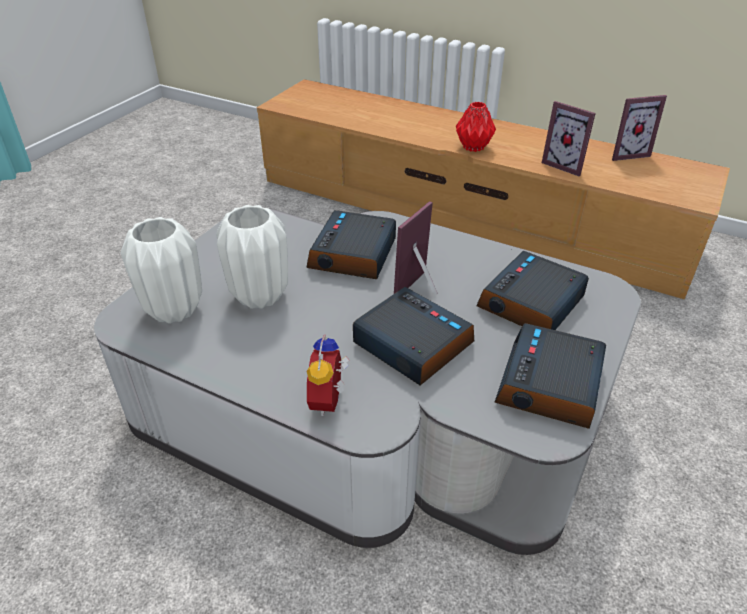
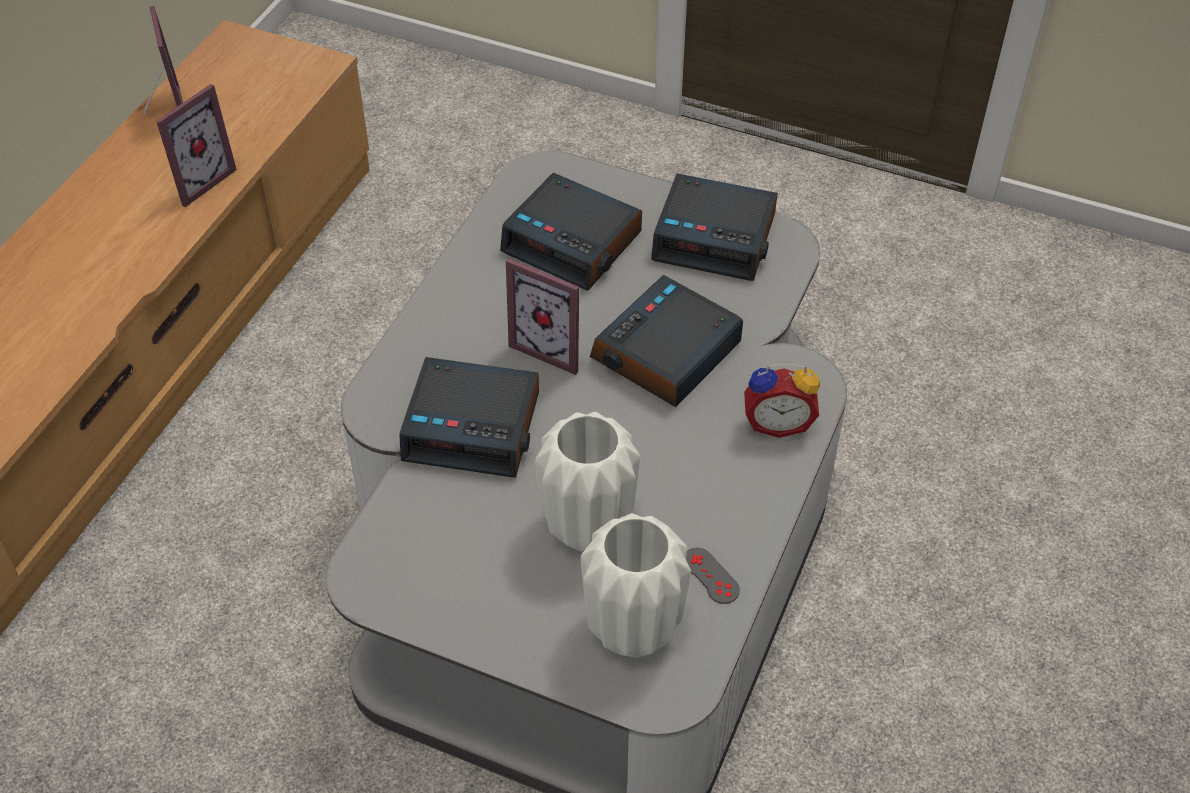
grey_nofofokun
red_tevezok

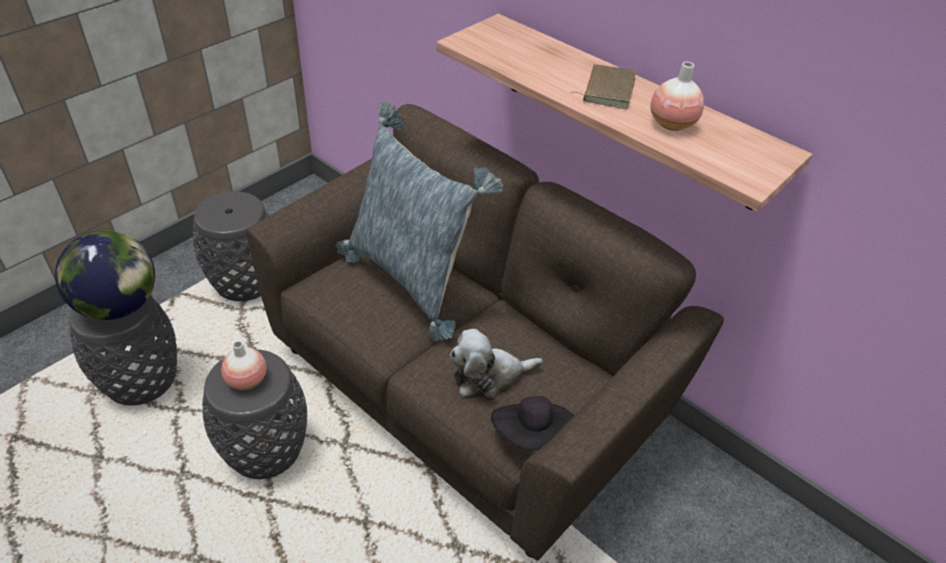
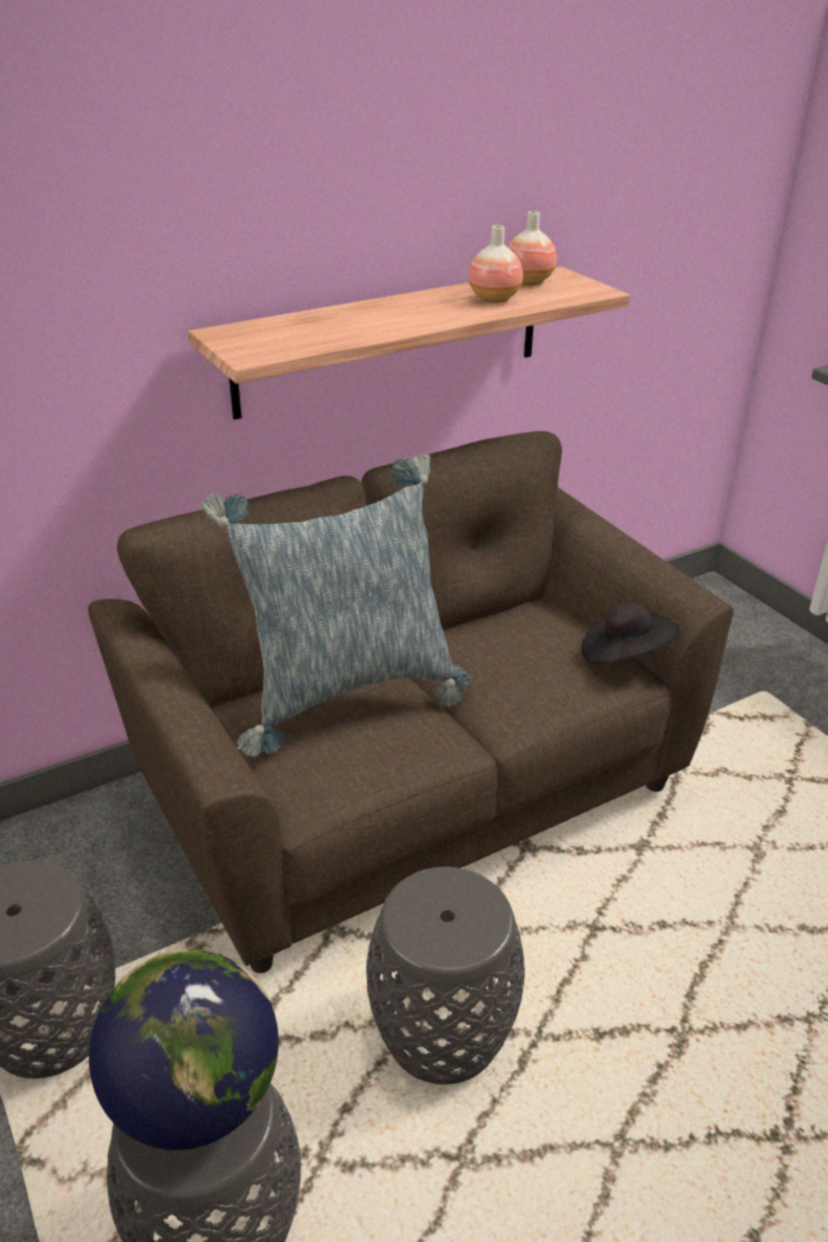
tevezok (2nd from left)
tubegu
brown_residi

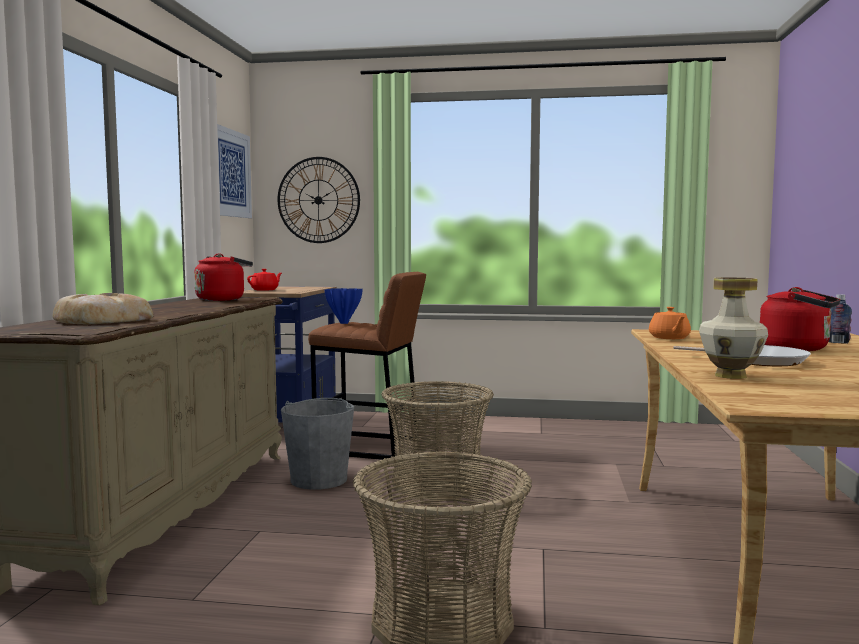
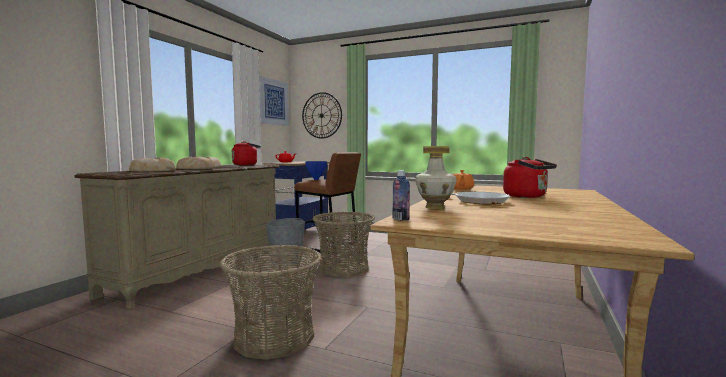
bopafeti (2nd from left)
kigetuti

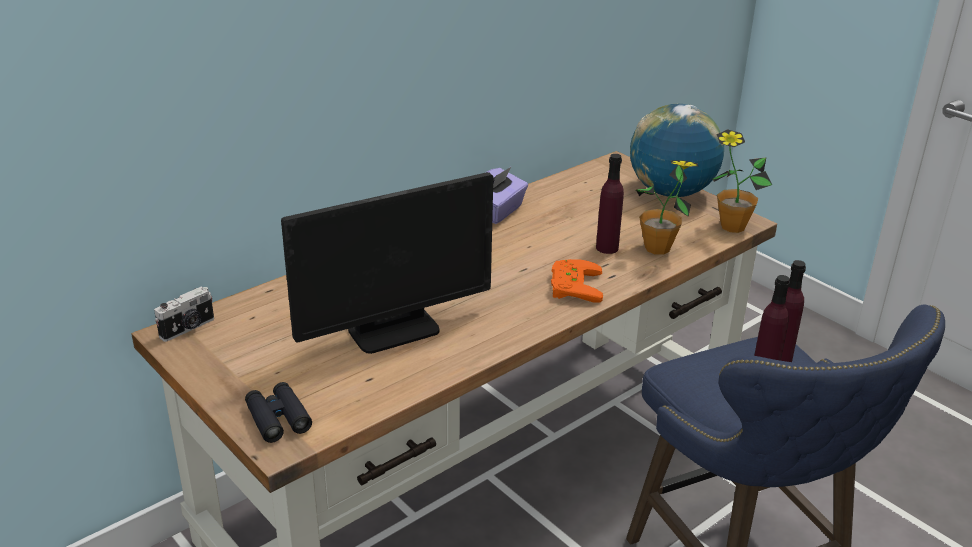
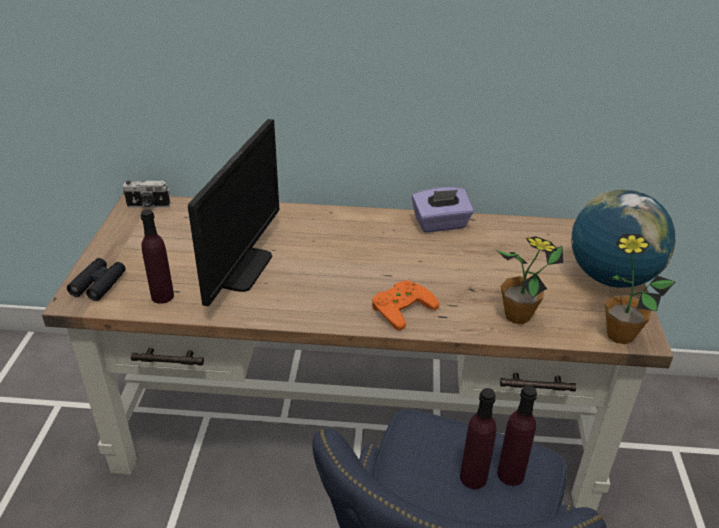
purple_kigetuti (1st from left)
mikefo

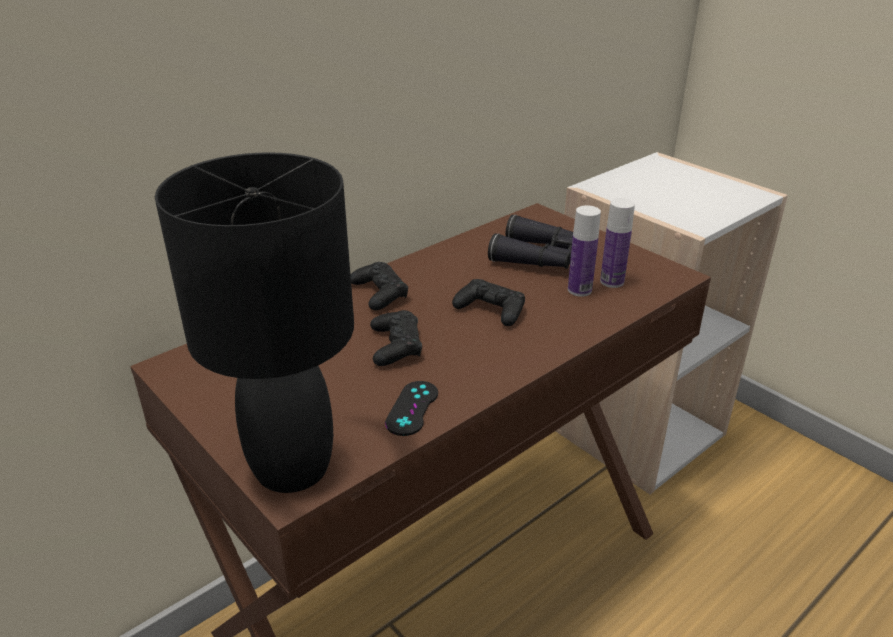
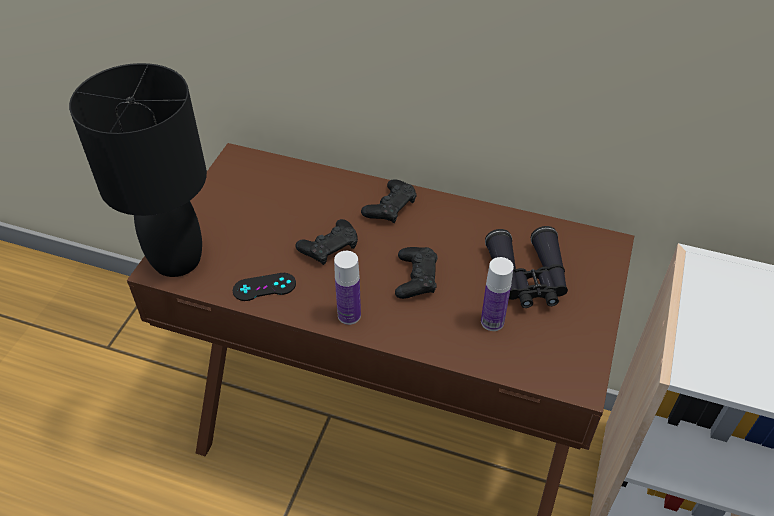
kigetuti (1st from left)

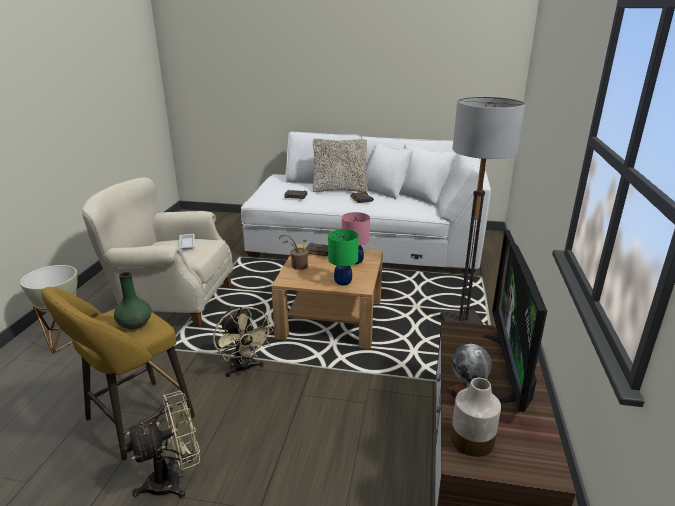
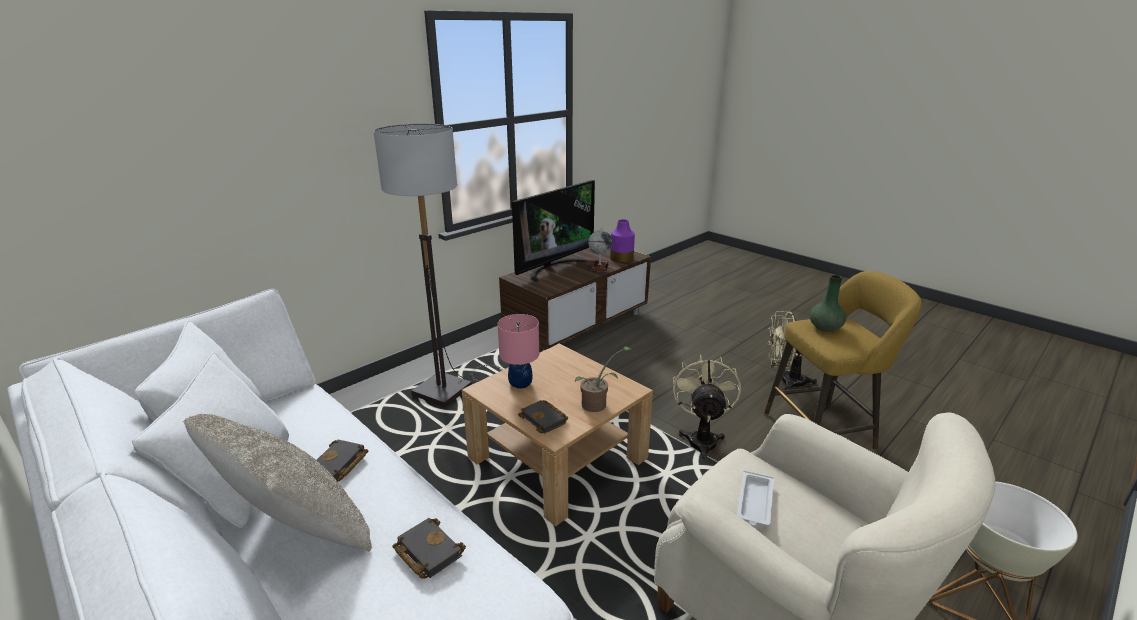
purple_tevezok
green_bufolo

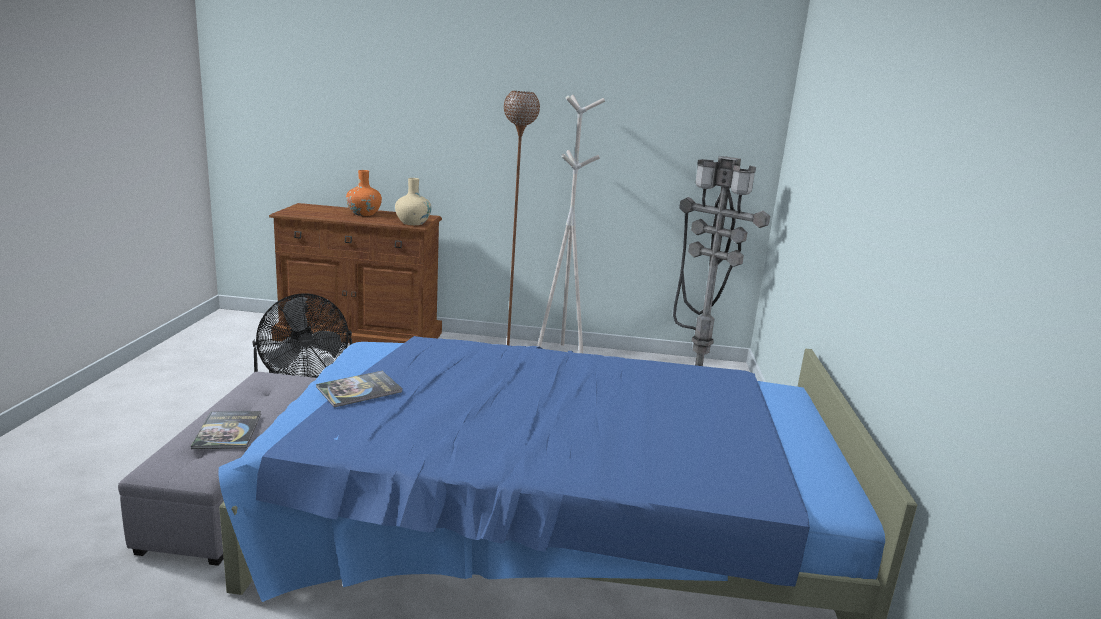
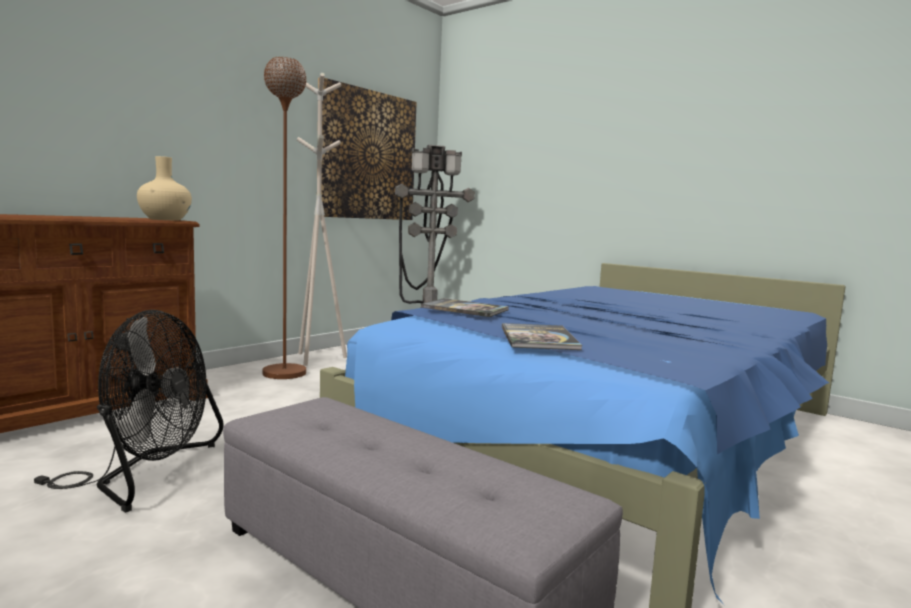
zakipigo
residi (1st from left)
orange_tevezok

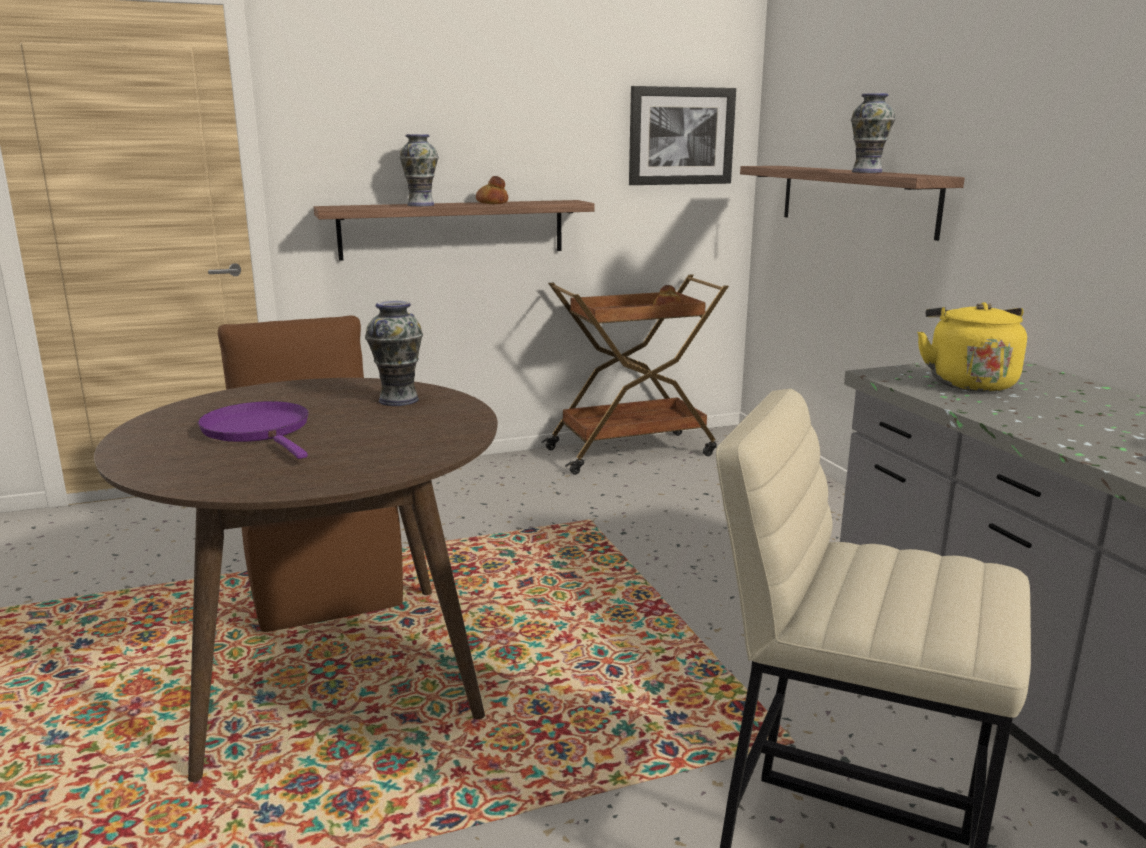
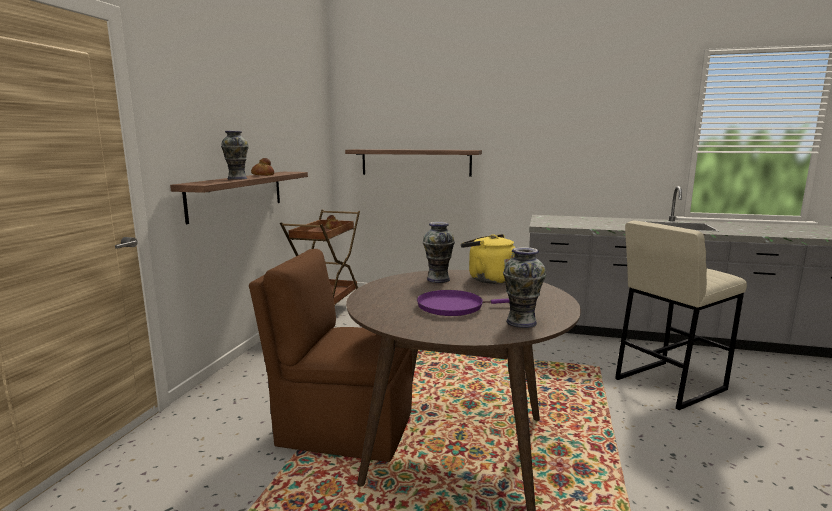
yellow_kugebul
tevezok (3rd from left)
zakipigo

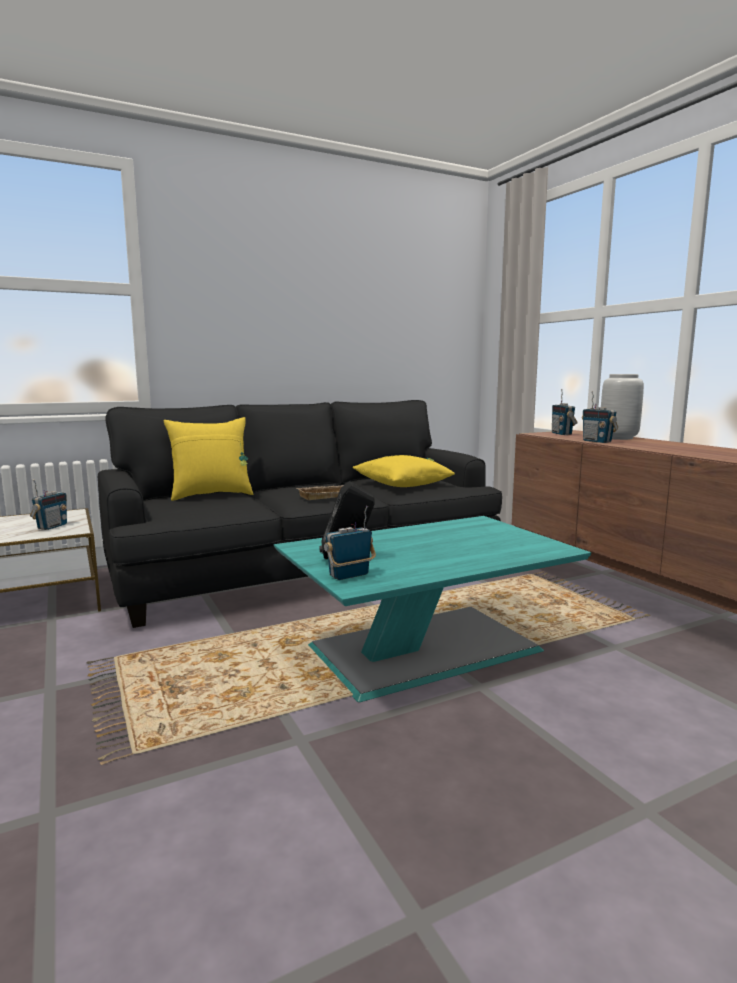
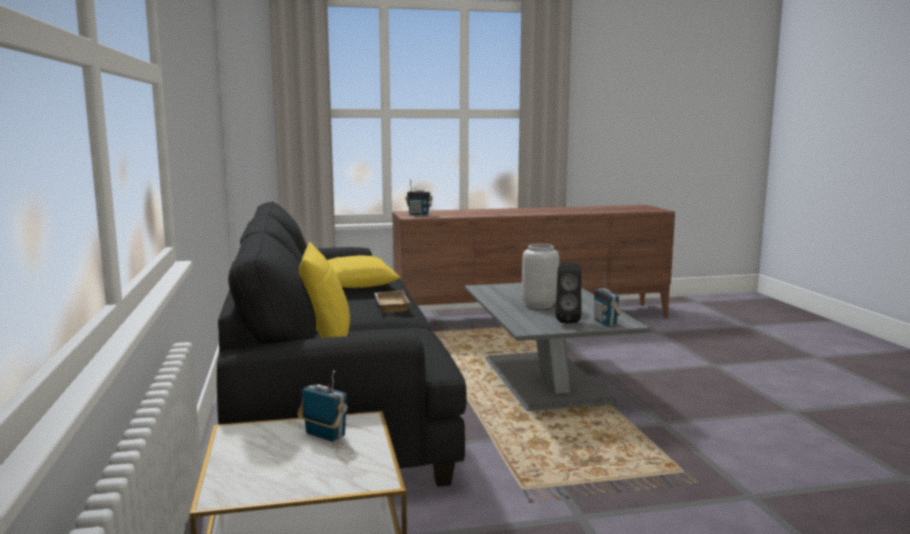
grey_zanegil
grey_tevezok
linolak (4th from left in the first image)

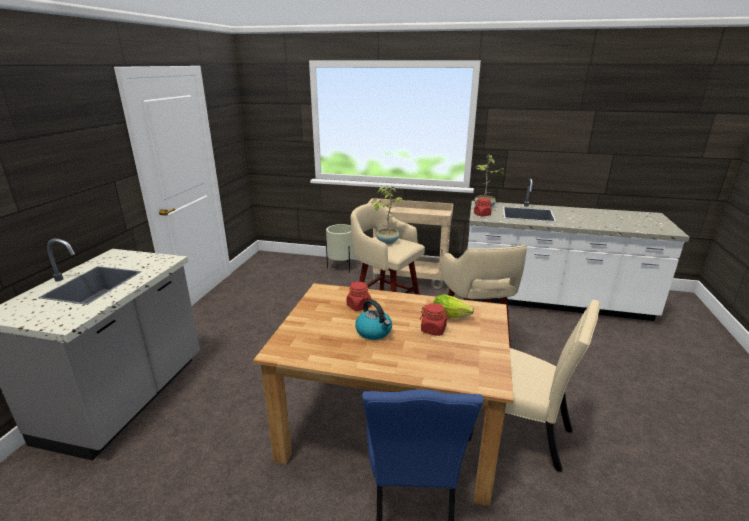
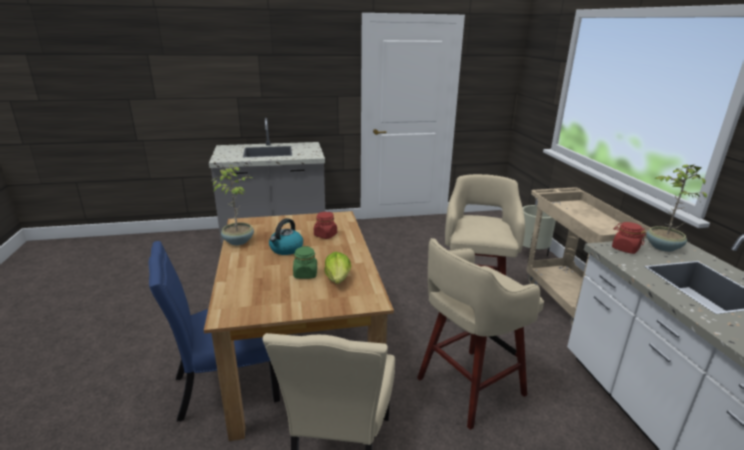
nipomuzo (1st from left)
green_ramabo

